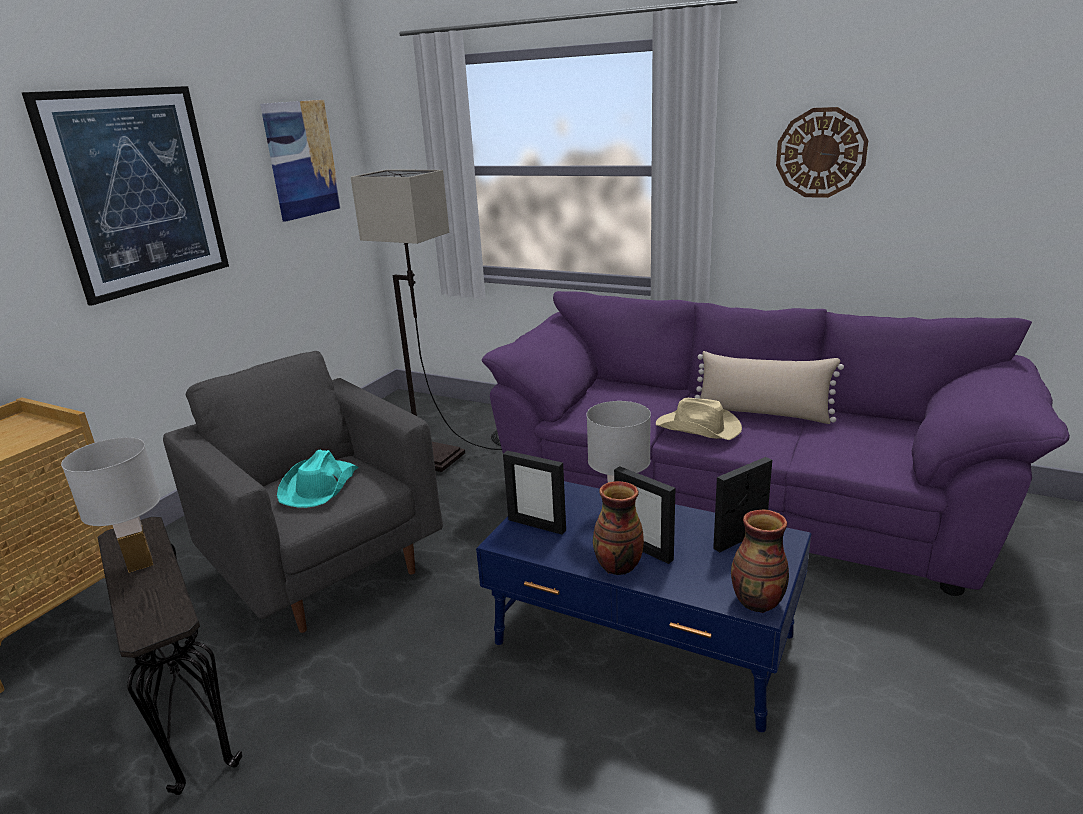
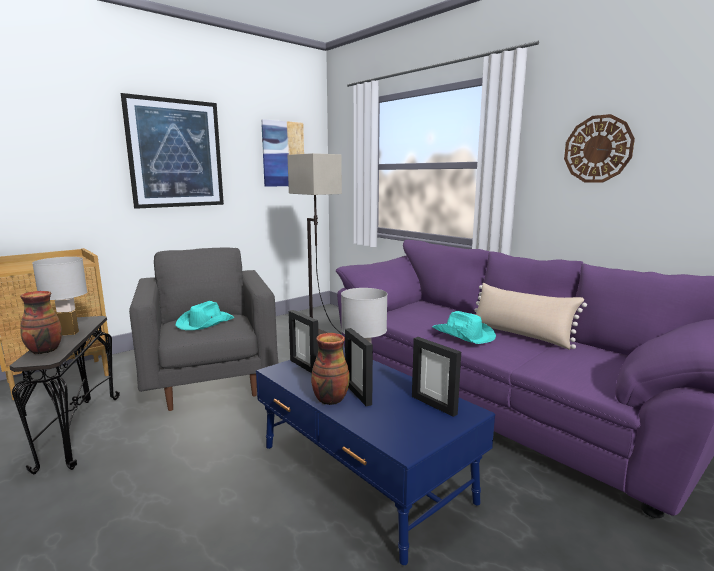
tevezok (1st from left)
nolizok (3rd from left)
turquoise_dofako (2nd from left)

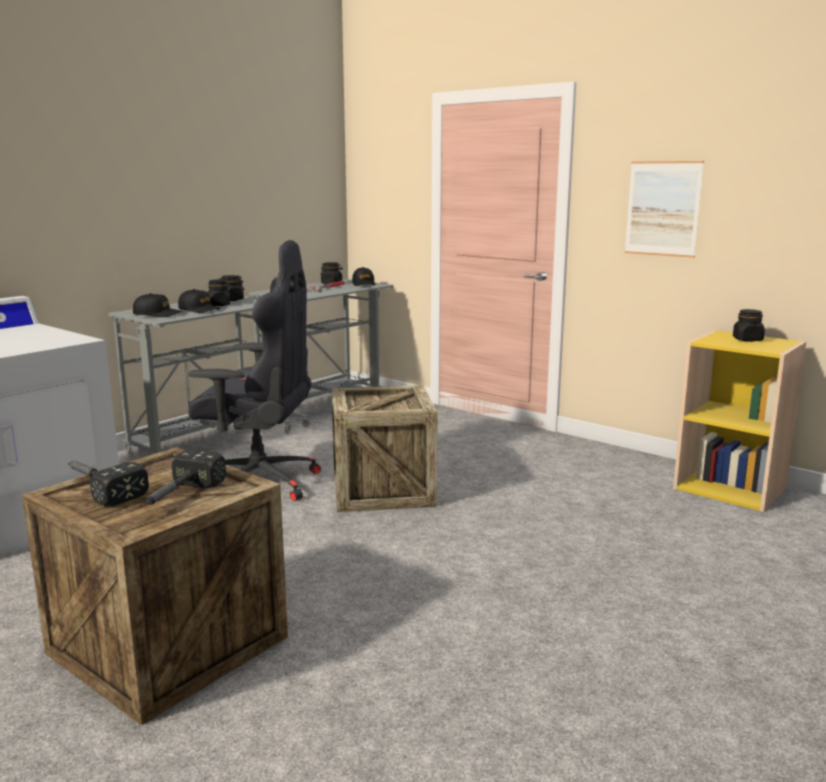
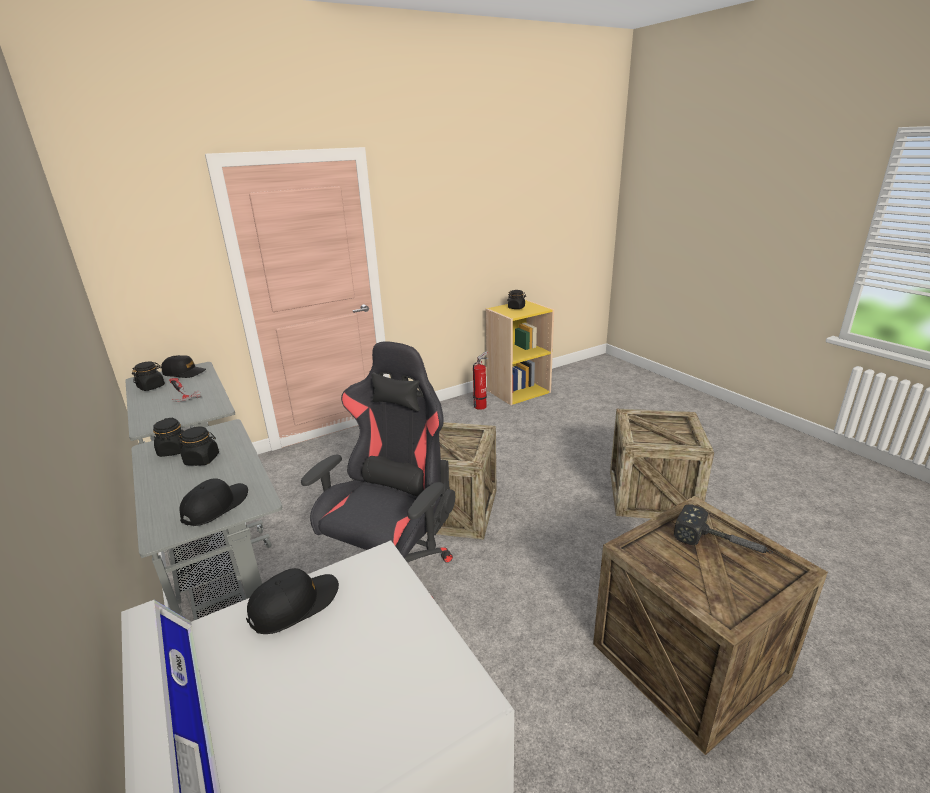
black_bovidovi (3rd from left)
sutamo
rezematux (2nd from left)
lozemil (1st from left in the first image)
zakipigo

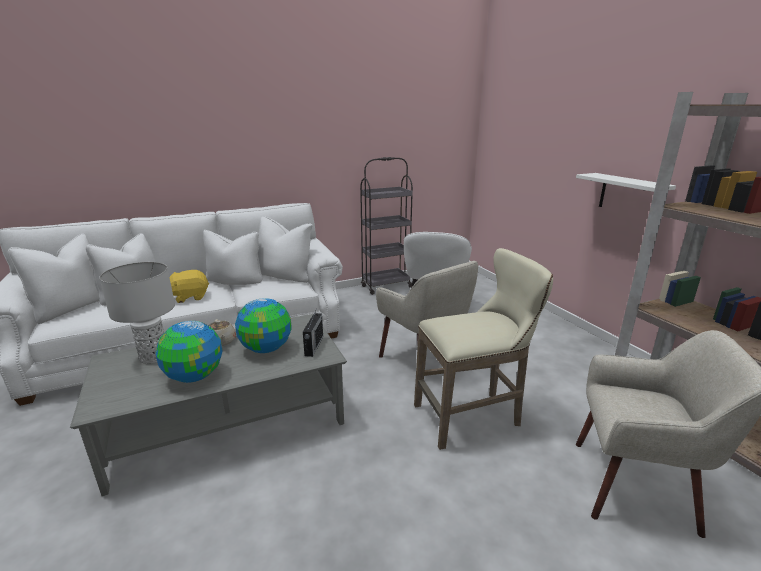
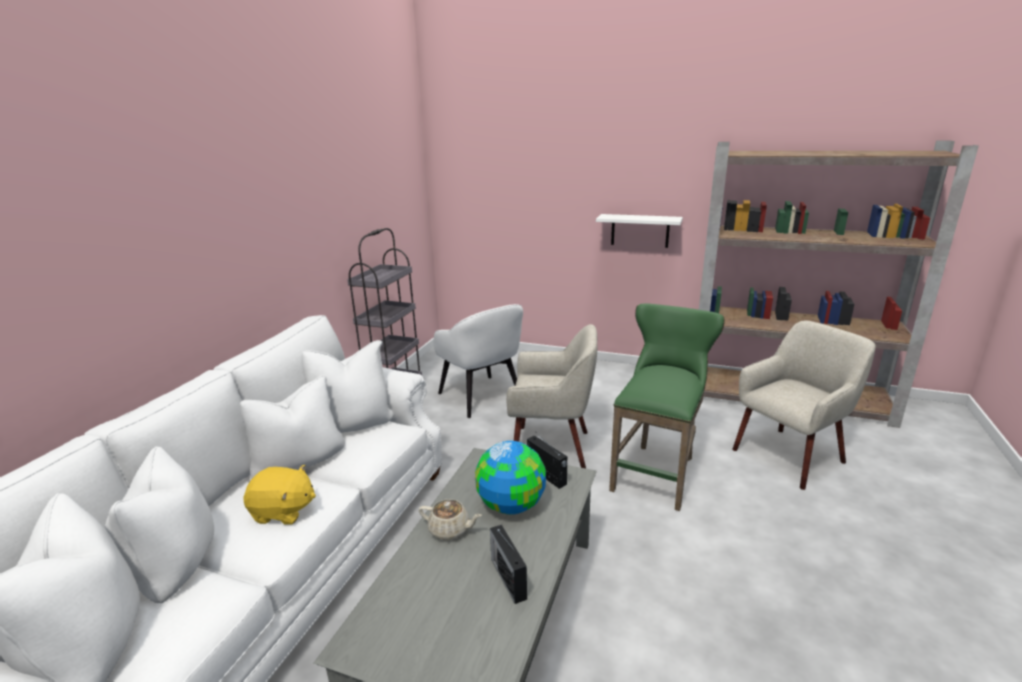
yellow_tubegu
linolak (1st from left)
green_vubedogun
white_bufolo

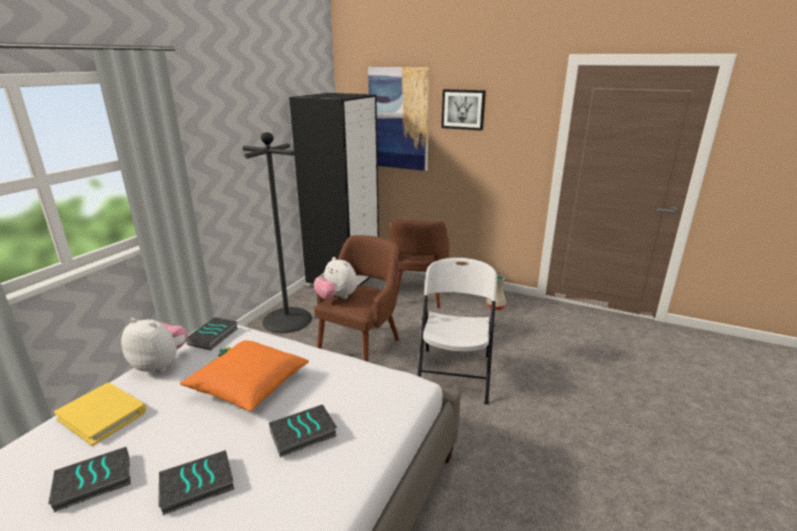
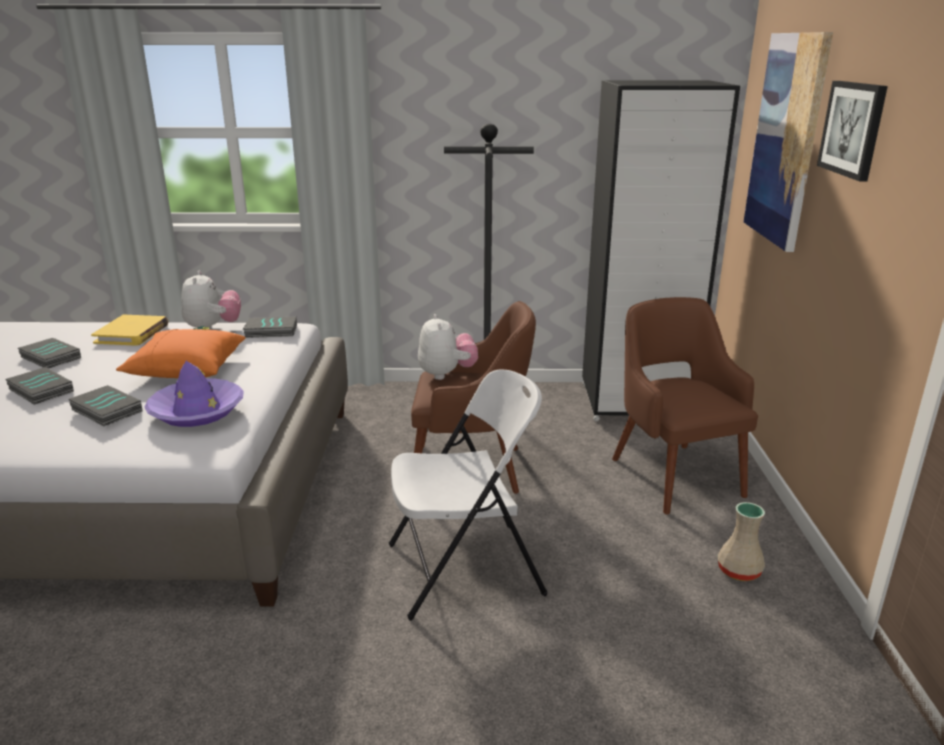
purple_dofako
tubegu (2nd from left)
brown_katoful (2nd from left)

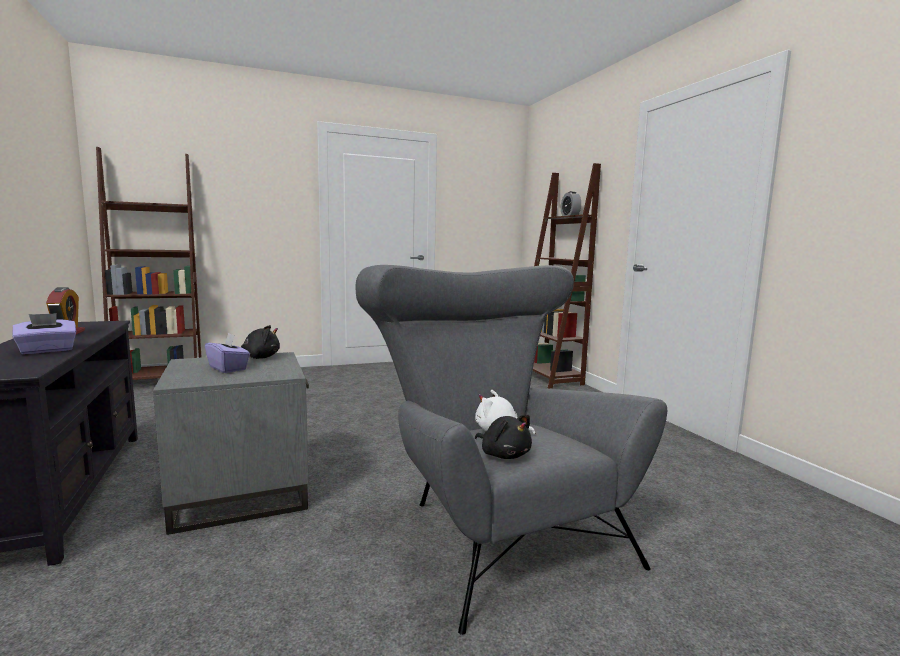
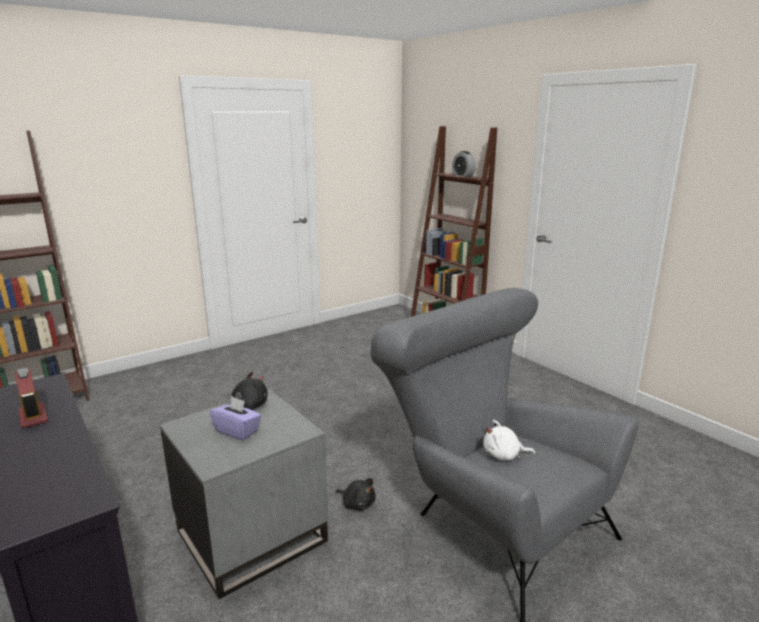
black_tubegu (2nd from left)
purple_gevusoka (1st from left in the first image)

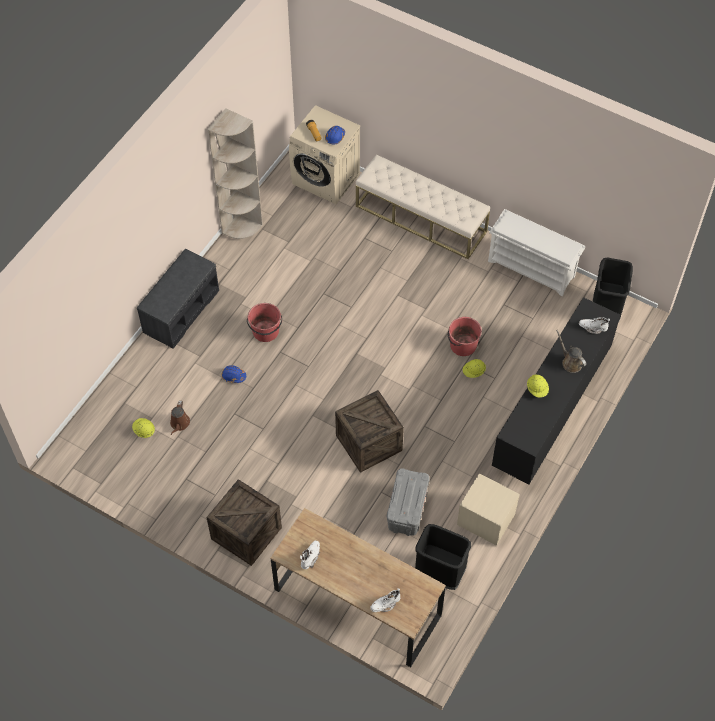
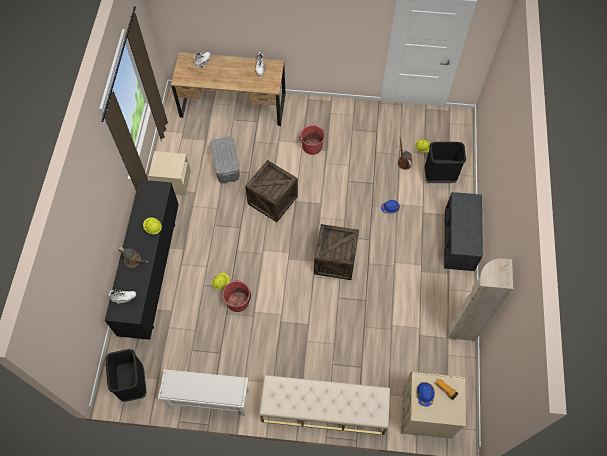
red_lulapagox (2nd from left)
rezematux (2nd from left)
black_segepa (2nd from left)

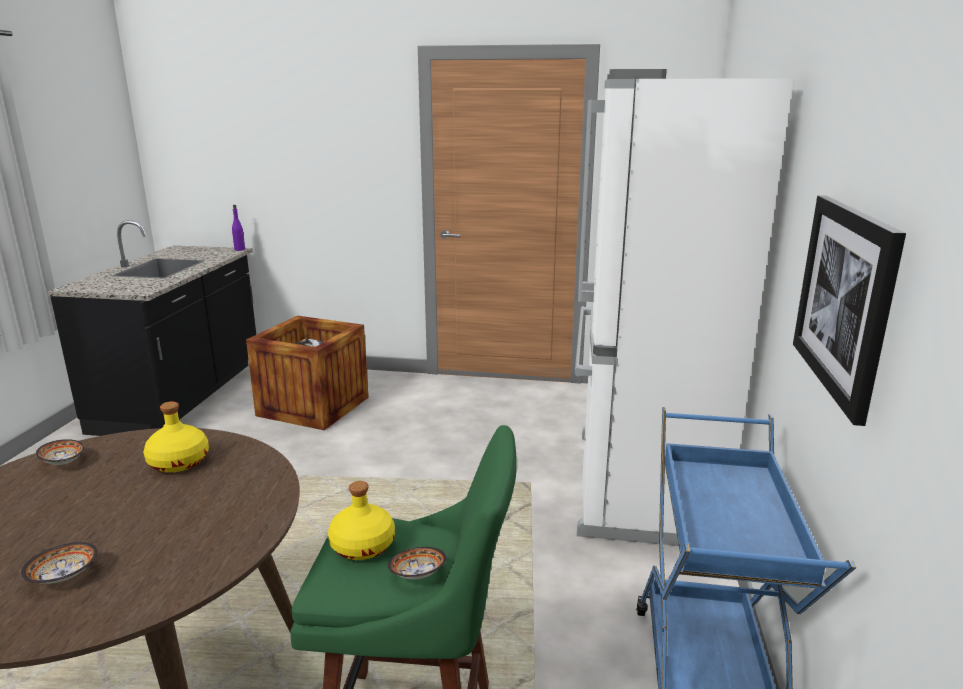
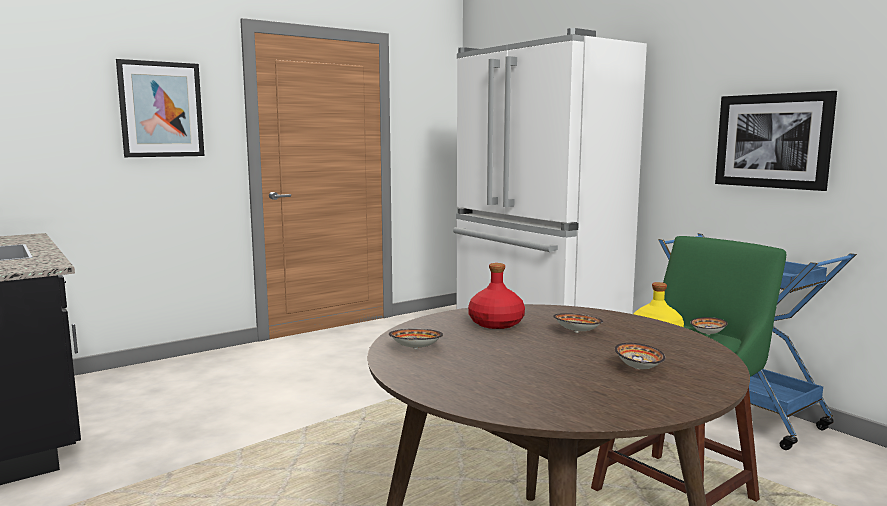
zakipigo (1st from left)
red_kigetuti
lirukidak (2nd from left)
purple_kigetuti
rezematux

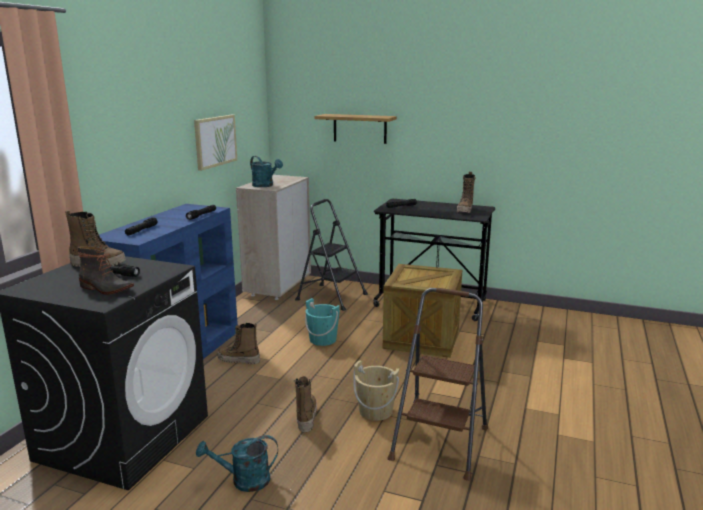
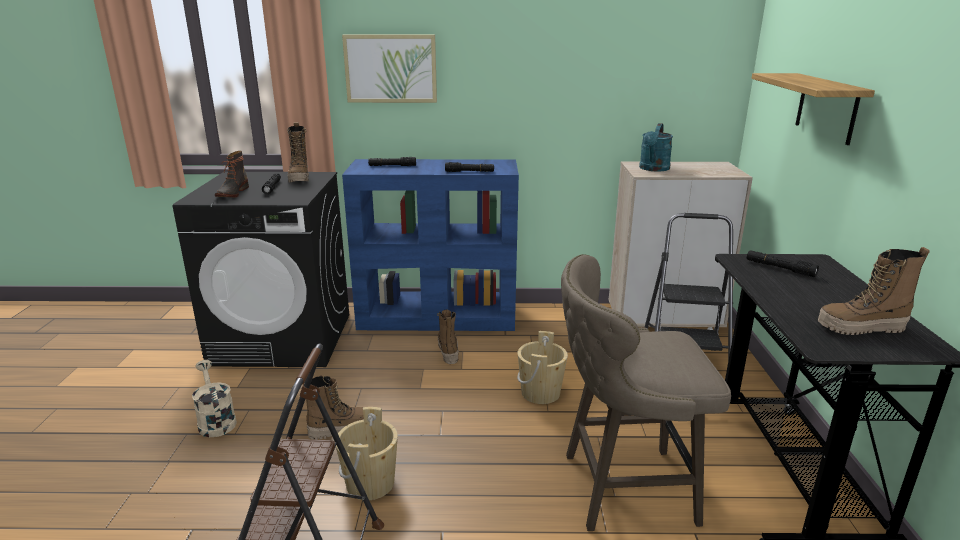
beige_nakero
zakipigo
beige_lulapagox (2nd from left)
beige_vubedogun

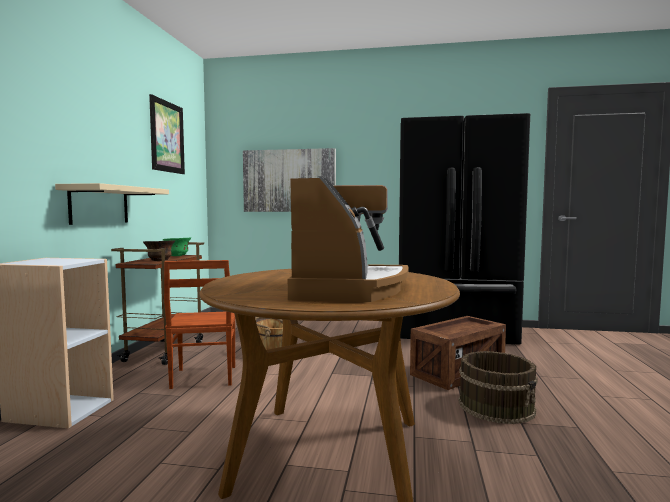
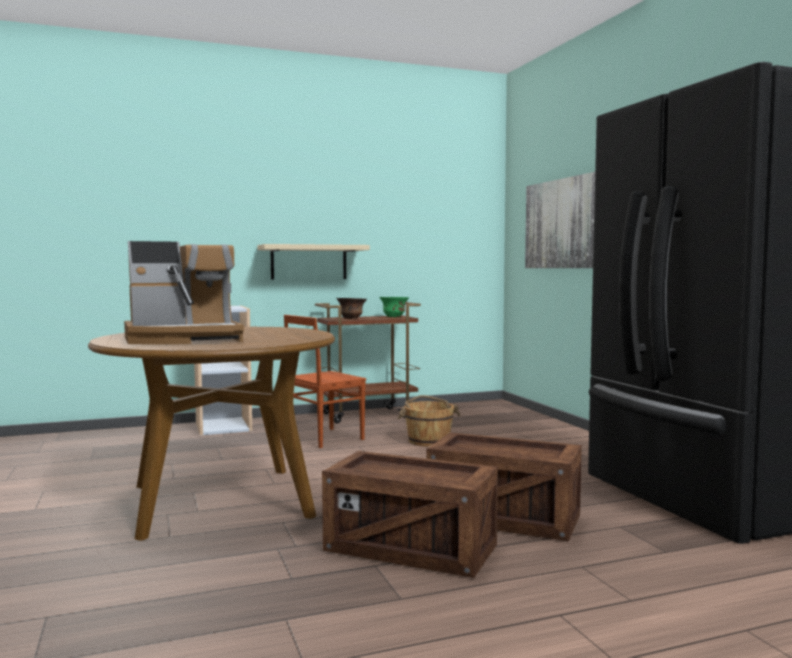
rezematux (1st from left)
zakipigo (1st from left in the first image)

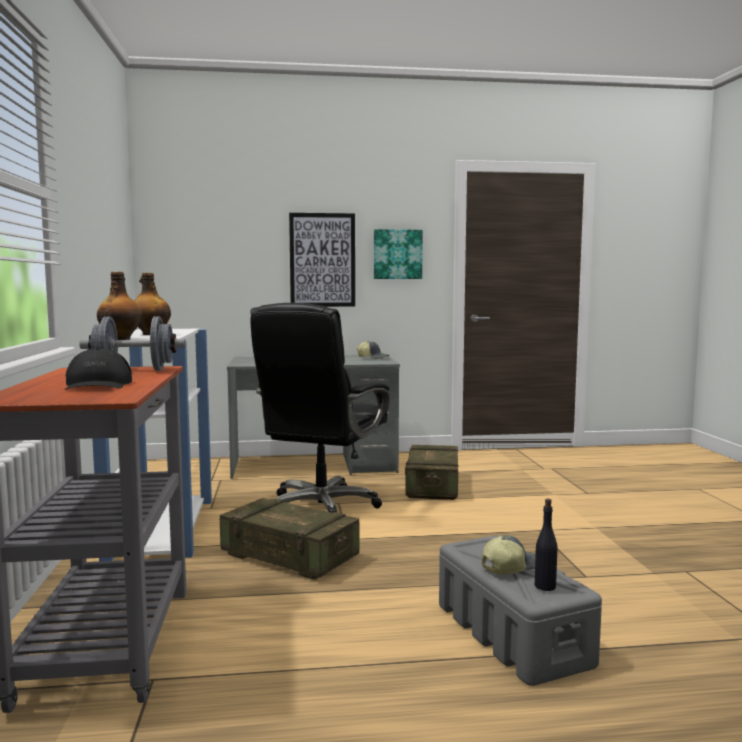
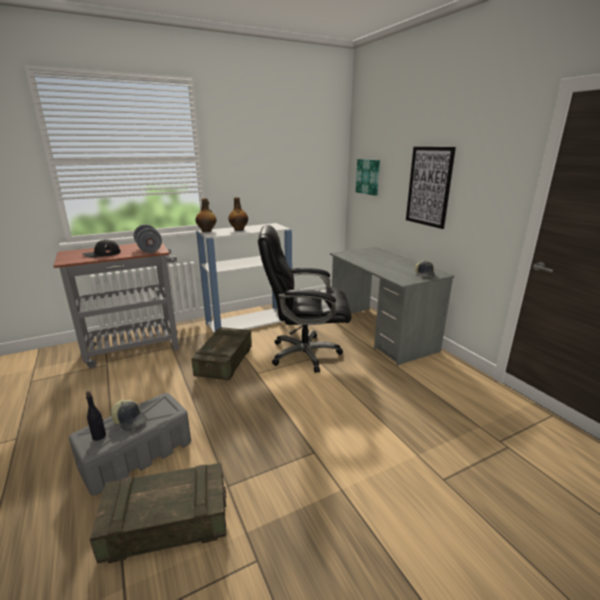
rezematux (1st from left)
zakipigo (1st from left)

